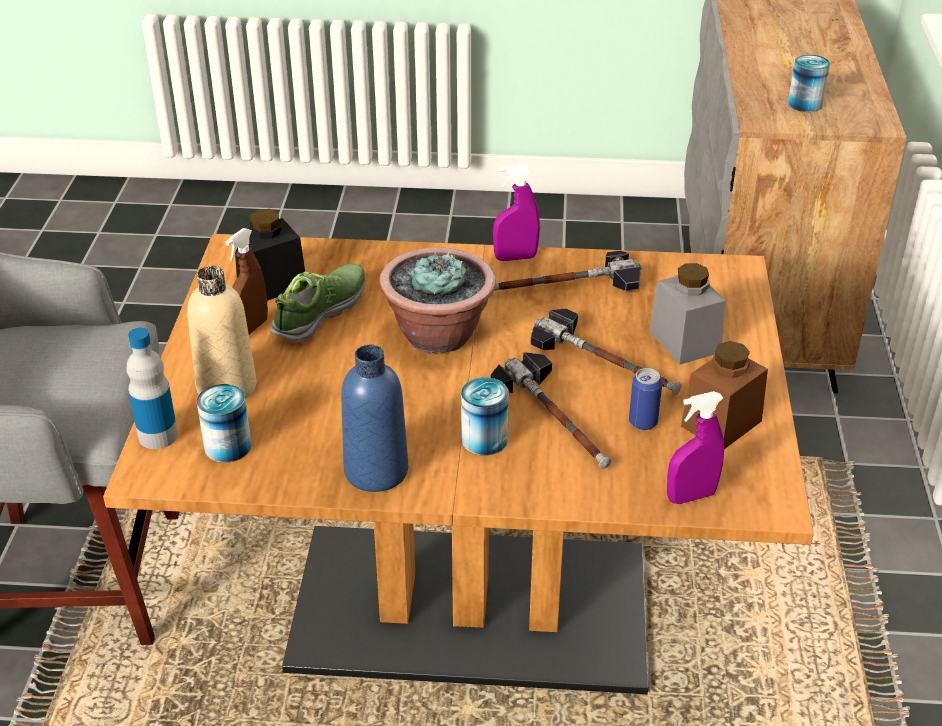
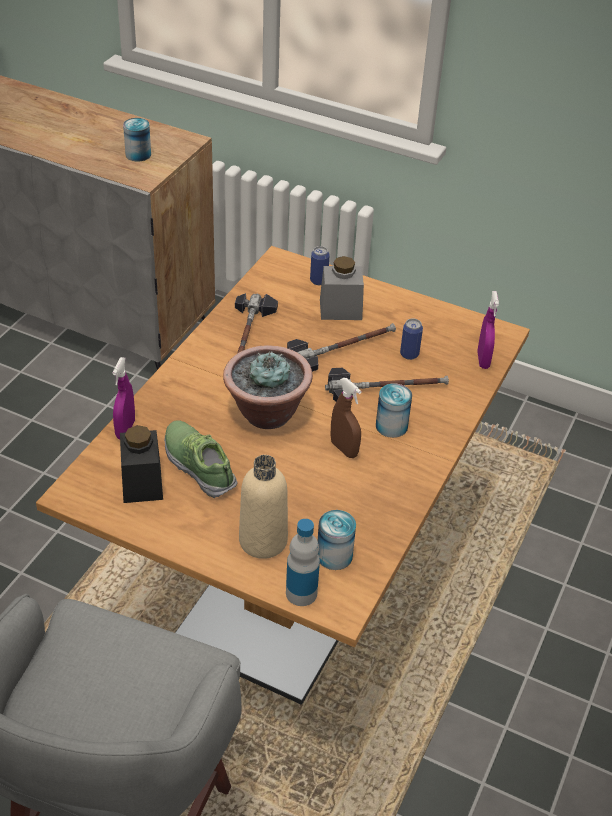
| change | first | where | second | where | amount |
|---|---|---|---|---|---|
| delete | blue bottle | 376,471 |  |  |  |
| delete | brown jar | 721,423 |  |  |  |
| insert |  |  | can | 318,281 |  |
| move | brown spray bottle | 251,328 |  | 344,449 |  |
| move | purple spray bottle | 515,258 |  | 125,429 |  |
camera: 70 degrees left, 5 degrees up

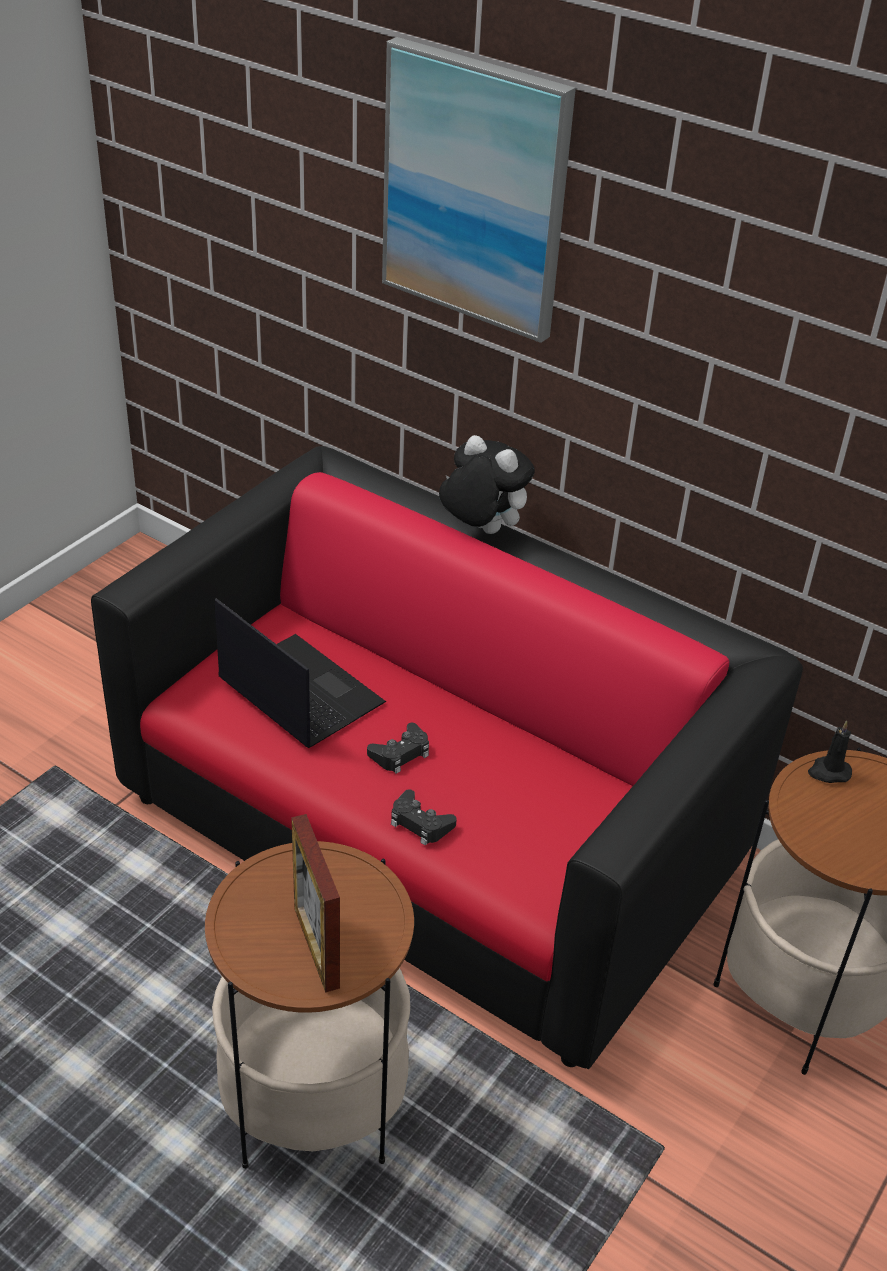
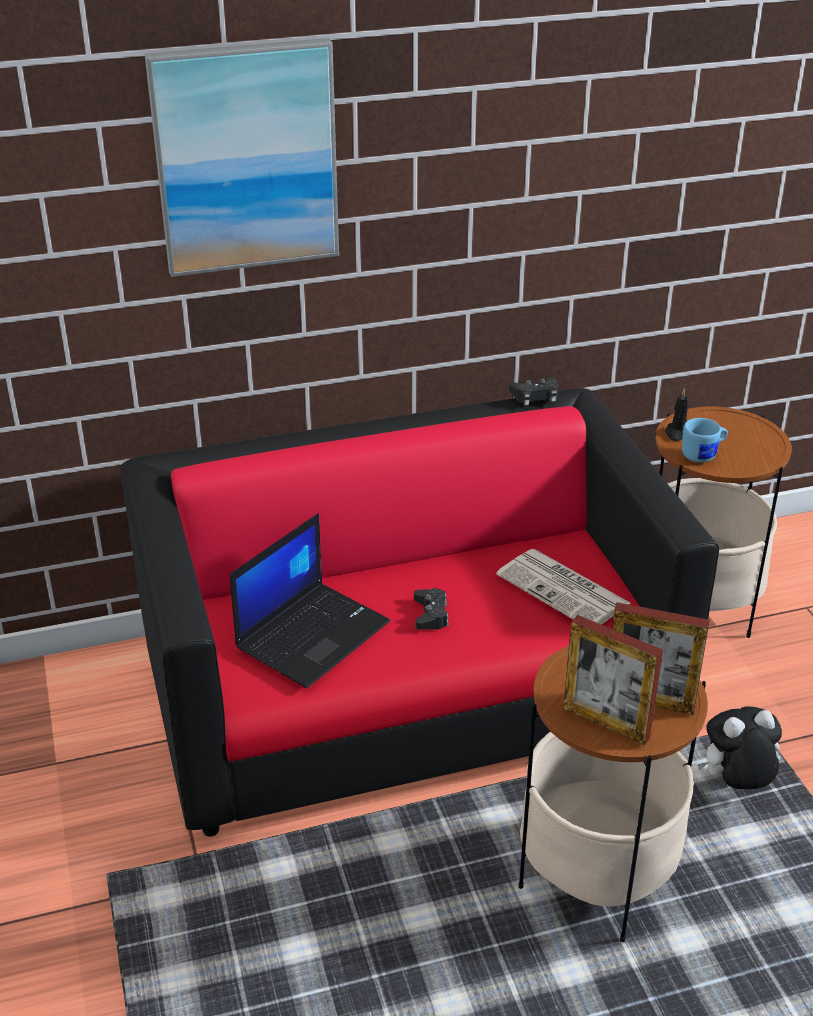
| change | first | where | second | where | amount |
|---|---|---|---|---|---|
| insert |  |  | newspaper | 565,590 |  |
| insert |  |  | picture frame | 606,723 |  |
| insert |  |  | blue mug | 703,455 |  |
| move | black game controller | 420,823 |  | 535,395 |  |
| move | plush toy | 481,530 |  | 735,784 |  |
| rotate | laptop | 298,692 |  | 313,633 | 135 degrees clockwise |
camera: 50 degrees left, 5 degrees down

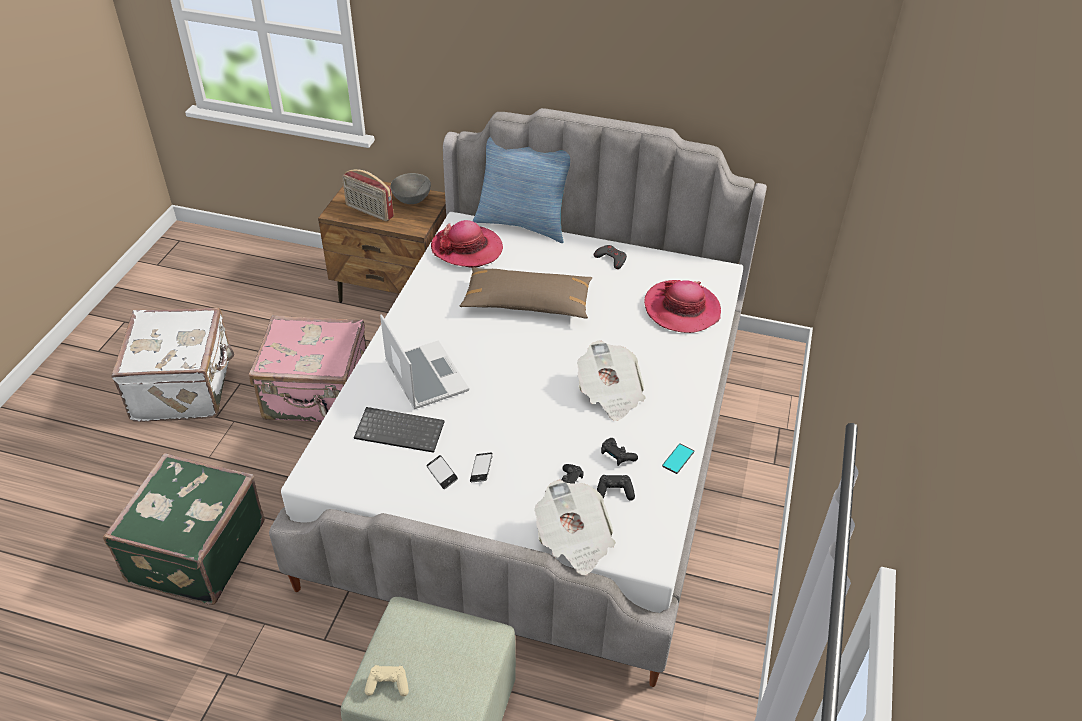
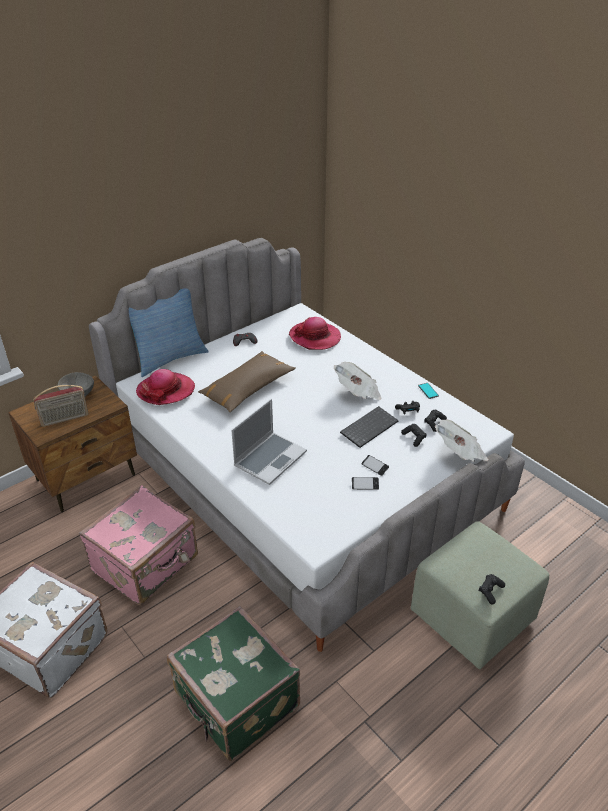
| change | first | where | second | where | amount |
|---|---|---|---|---|---|
| move | keyboard | 401,430 |  | 369,427 |  |
| recolor | beige game controller | 388,684 | black game controller | 490,591 |  |
| rotate | laptop | 424,376 |  | 270,458 | 120 degrees clockwise |
camera: 55 degrees left, 5 degrees down

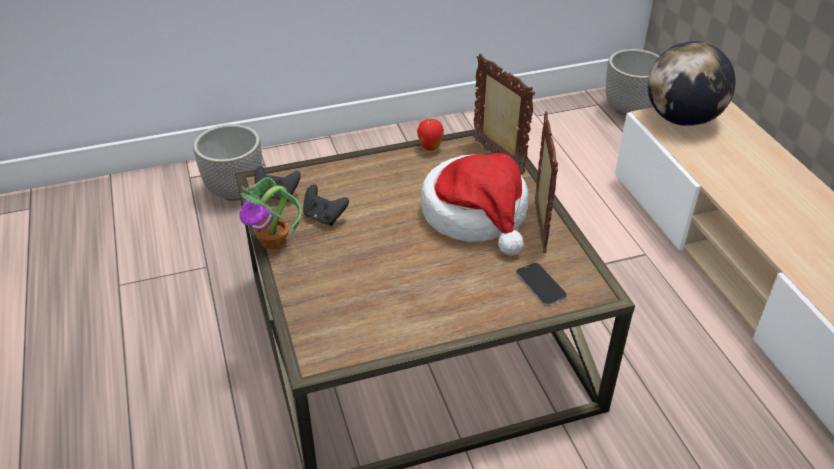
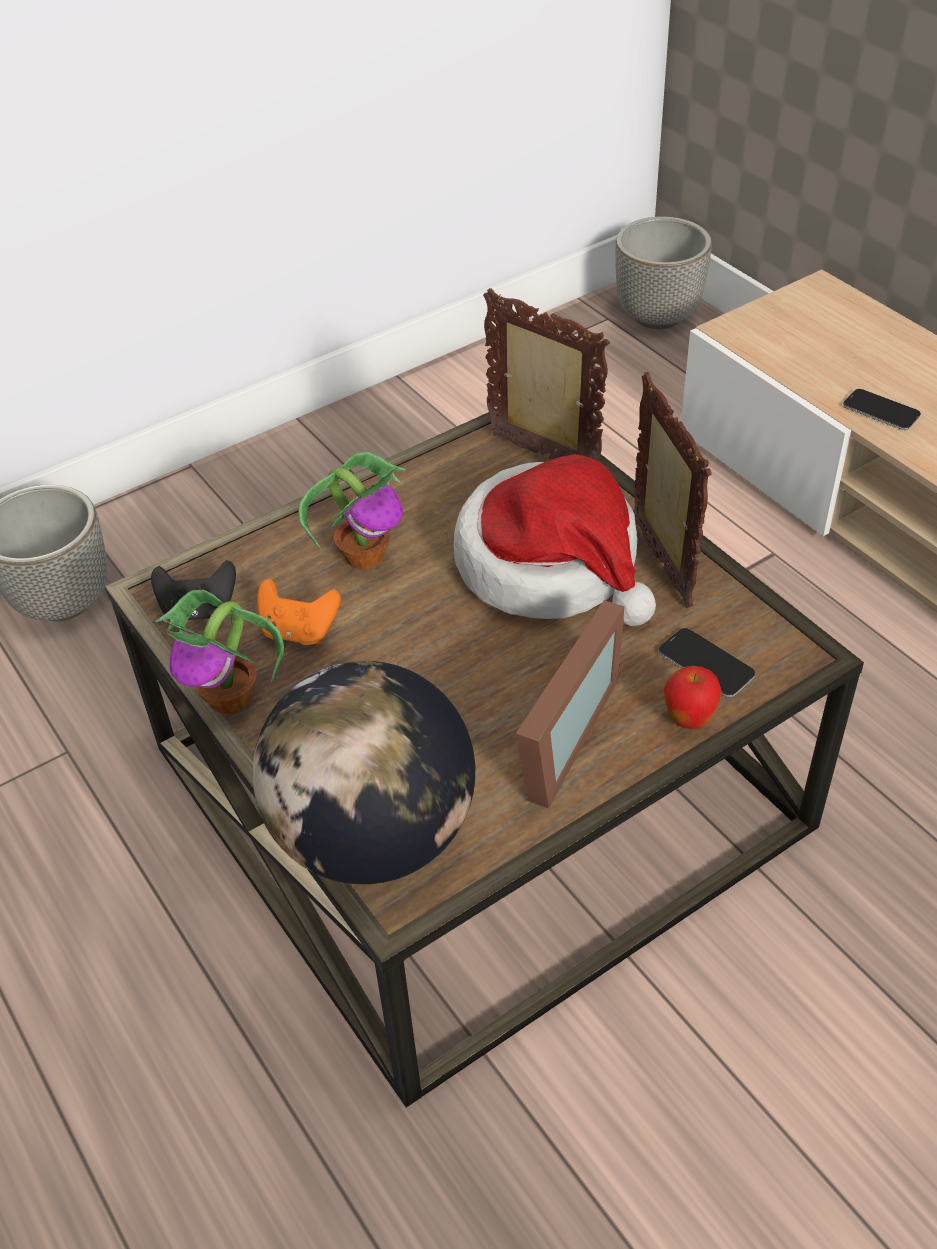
| change | first | where | second | where | amount |
|---|---|---|---|---|---|
| insert |  |  | potted plant | 365,554 |  |
| insert |  |  | picture frame | 552,739 |  |
| insert |  |  | phone | 881,411 |  |
| move | apple | 430,147 |  | 689,720 |  |
| move | globe | 681,119 |  | 373,836 |  |
| recolor | black game controller | 324,217 | orange game controller | 299,631 |  |
camera: 15 degrees left, 5 degrees up

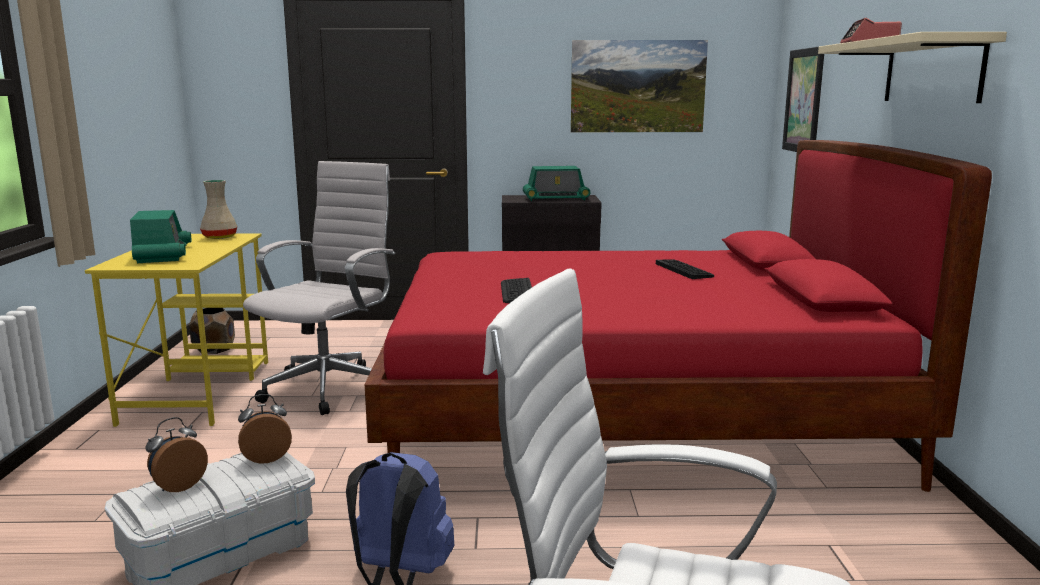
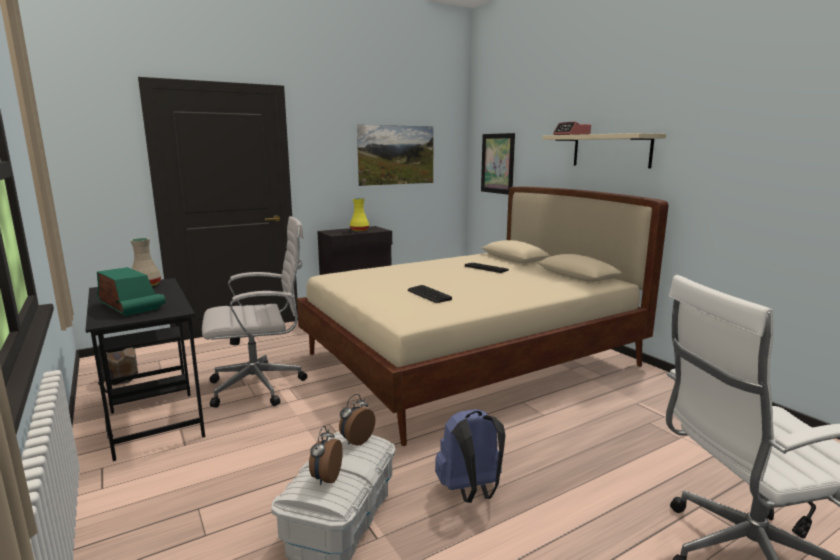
| change | first | where | second | where | amount |
|---|---|---|---|---|---|
| replace | radio | 556,199 | yellow vase | 359,230 |  |
| recolor | yellow desk | 199,390 | black desk | 153,414 |  |
| recolor | red bed | 628,415 | beige bed | 470,361 |  |
| rotate | white office chair | 330,387 |  | 261,386 | 75 degrees clockwise |
camera: 30 degrees left, 0 degrees up

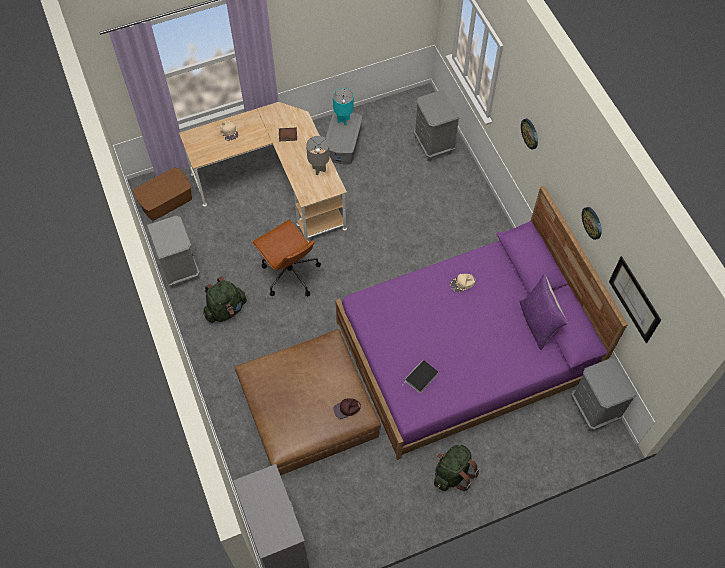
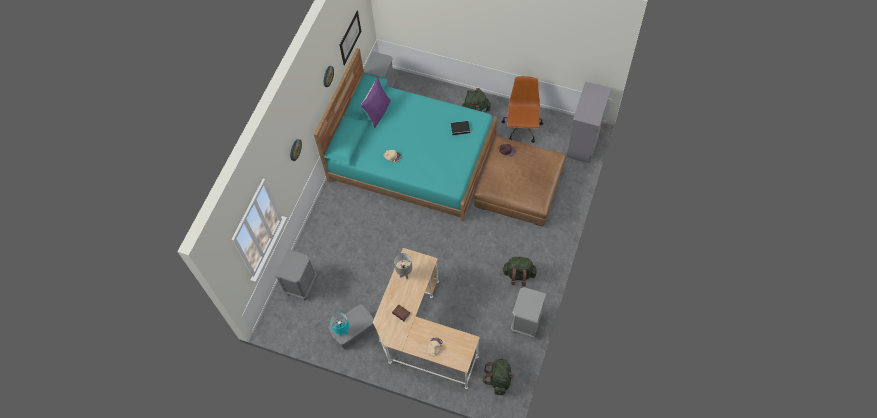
| change | first | where | second | where | amount |
|---|---|---|---|---|---|
| move | brown office chair | 290,273 |  | 522,128 |  |
| replace | brown storage box | 166,201 | green backpack | 499,379 |  |
| recolor | purple bed | 465,351 | turquoise bed | 412,157 |  |
camera: 135 degrees left, 0 degrees up

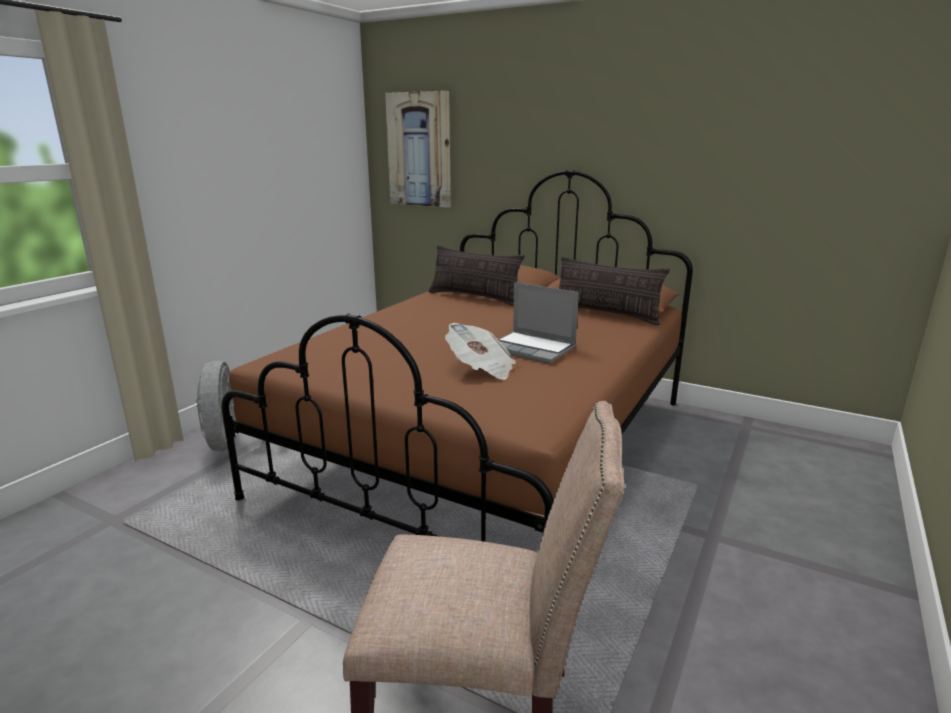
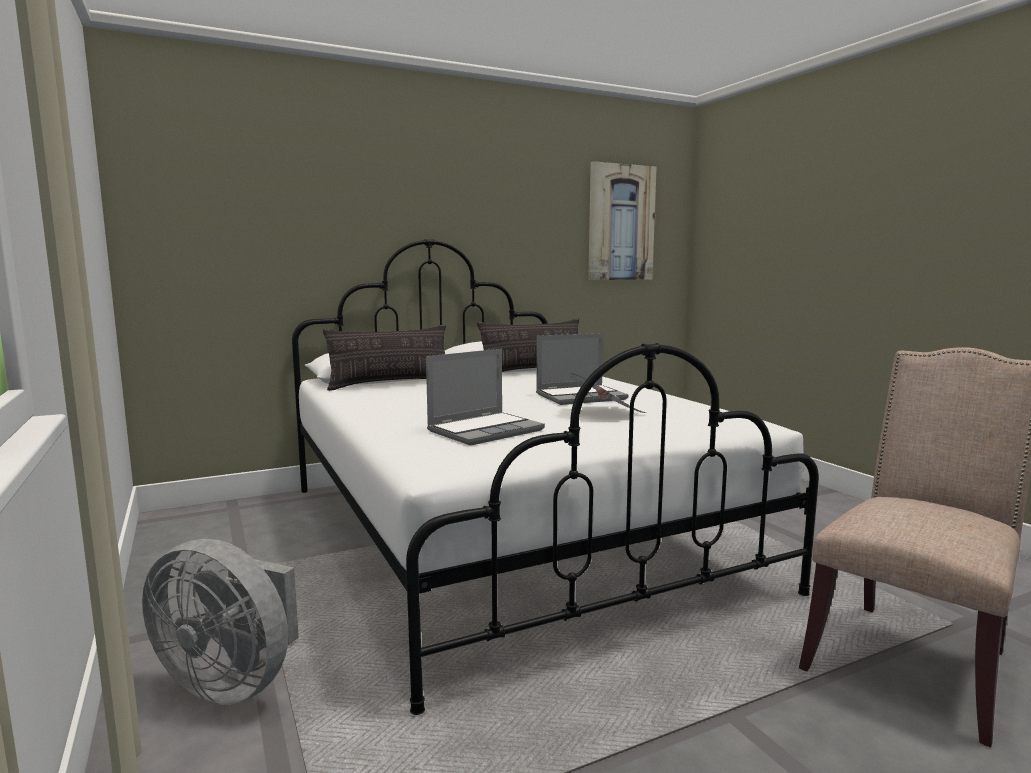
| change | first | where | second | where | amount |
|---|---|---|---|---|---|
| insert |  |  | laptop | 486,430 |  |
| move | picture | 419,150 |  | 621,223 |  |
| recolor | brown bed | 489,445 | white bed | 508,534 |  |
camera: 55 degrees left, 10 degrees down

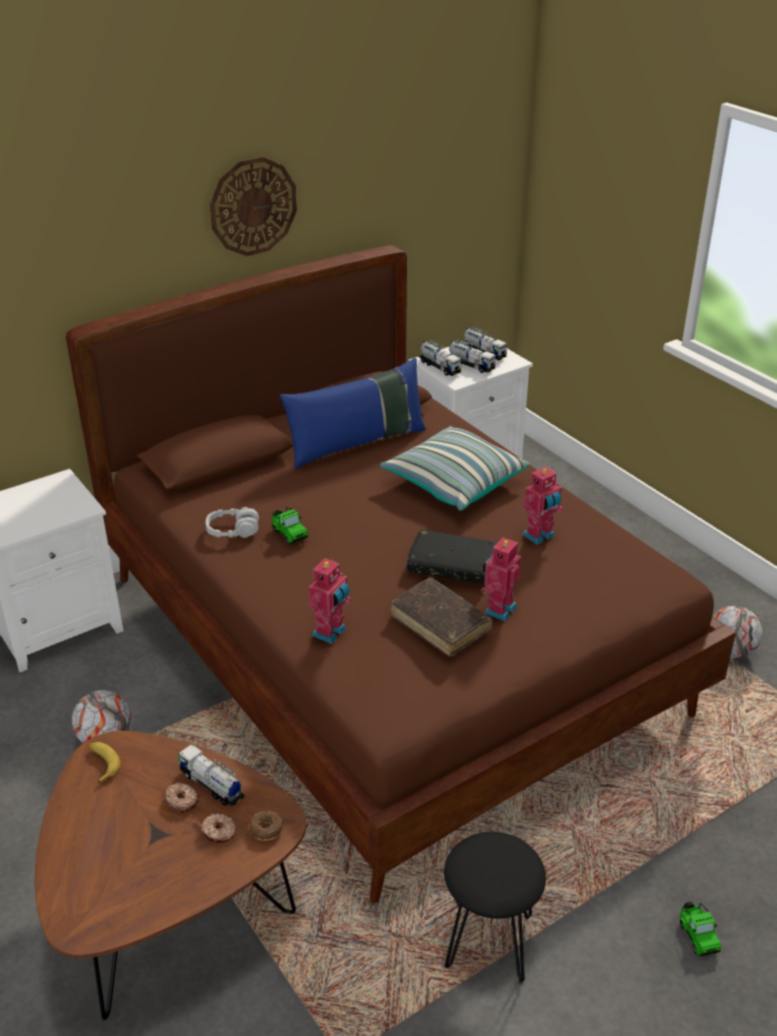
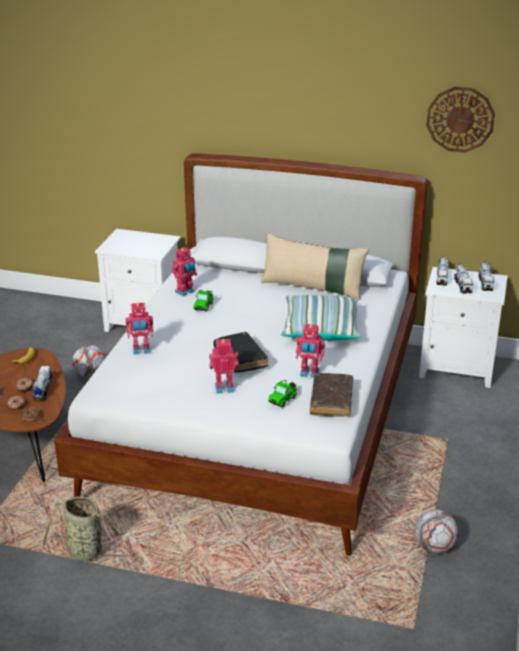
| change | first | where | second | where | amount |
|---|---|---|---|---|---|
| move | wall clock | 253,206 |  | 460,119 |  |
| move | brown book | 440,624 |  | 331,400 |  |
| move | toy car | 697,935 |  | 283,399 |  |
| replace | grey headphones | 233,531 | toy robot | 185,292 |  |
| replace | black stool | 489,942 | basket | 87,552 |  |
| recolor | brown bed | 389,646 | white bed | 260,419 |  |
| recolor | blue pillow | 357,443 | beige pillow | 313,288 |  |
camera: 50 degrees right, 5 degrees down

